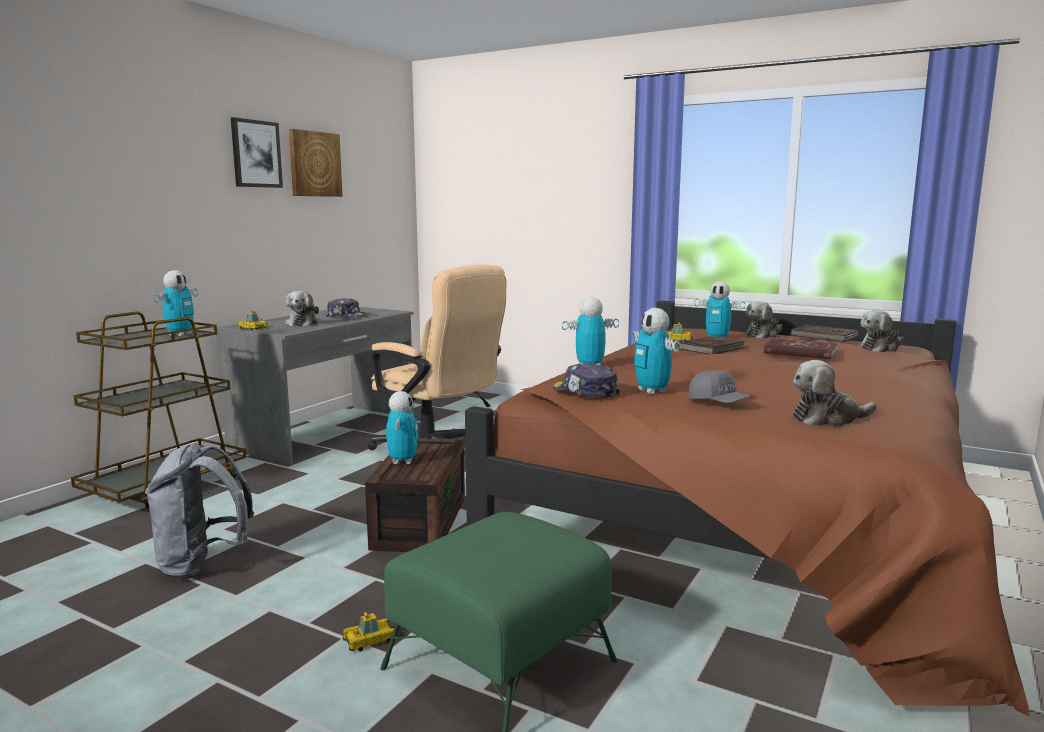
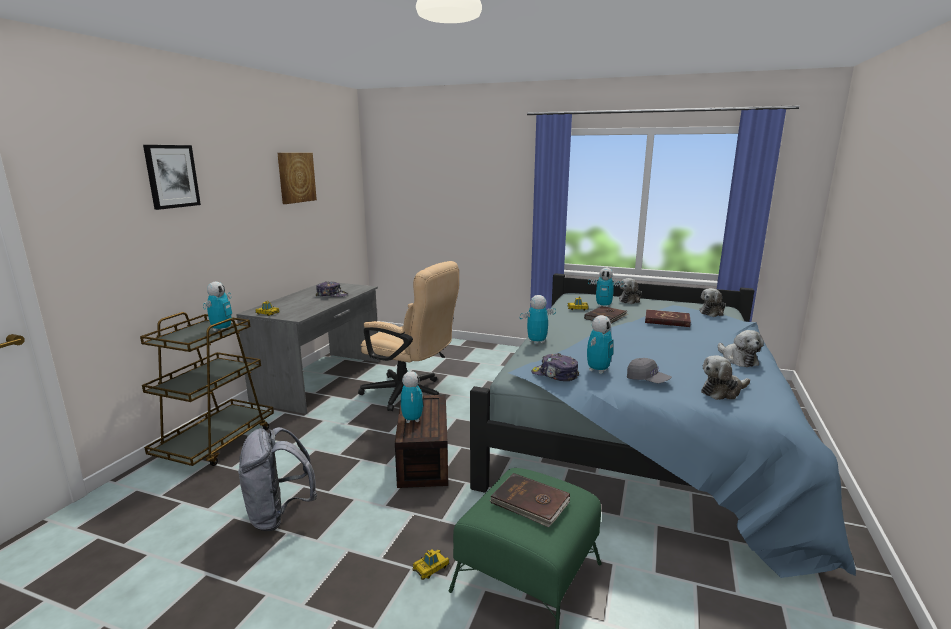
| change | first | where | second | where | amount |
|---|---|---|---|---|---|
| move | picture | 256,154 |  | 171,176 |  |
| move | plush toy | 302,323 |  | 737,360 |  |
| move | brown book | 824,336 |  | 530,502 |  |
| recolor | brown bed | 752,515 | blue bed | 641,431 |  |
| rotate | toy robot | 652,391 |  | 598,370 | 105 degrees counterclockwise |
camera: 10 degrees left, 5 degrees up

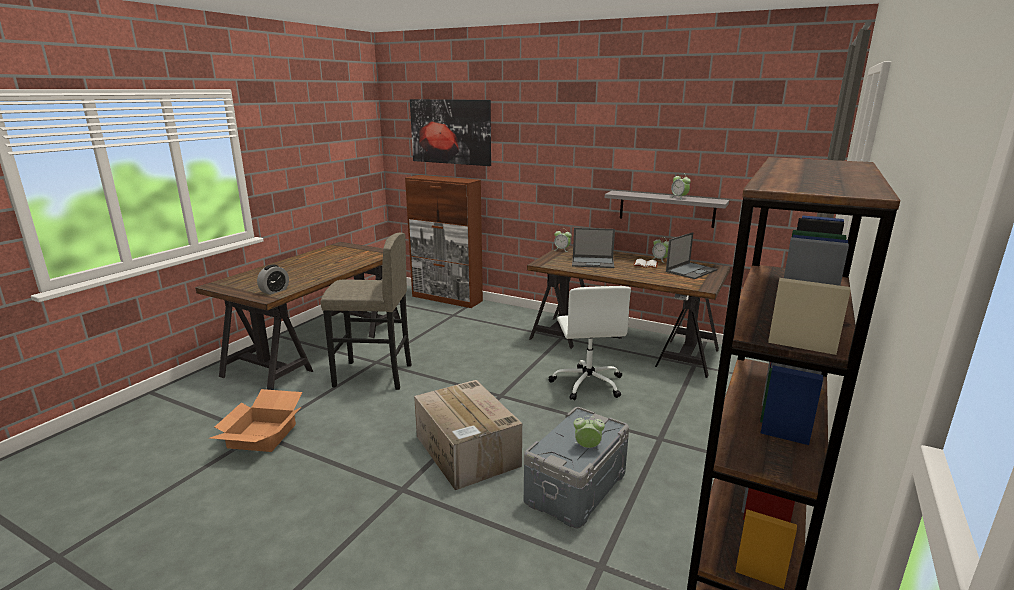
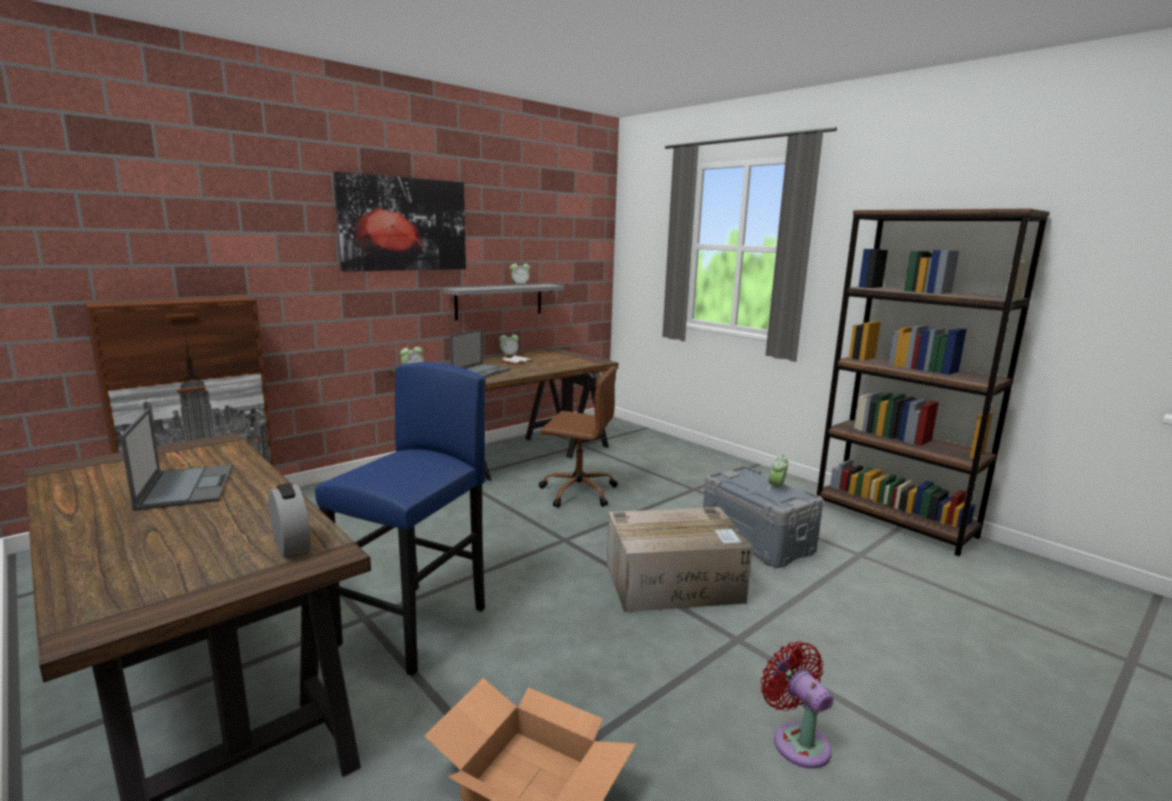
| change | first | where | second | where | amount |
|---|---|---|---|---|---|
| insert |  |  | red fan | 797,740 |  |
| move | picture | 450,131 |  | 404,224 |  |
| move | laptop | 691,270 |  | 186,486 |  |
| recolor | grey stool | 373,376 | blue stool | 414,626 |  |
| recolor | white office chair | 587,383 | brown office chair | 577,491 |  |
camera: 70 degrees left, 5 degrees down

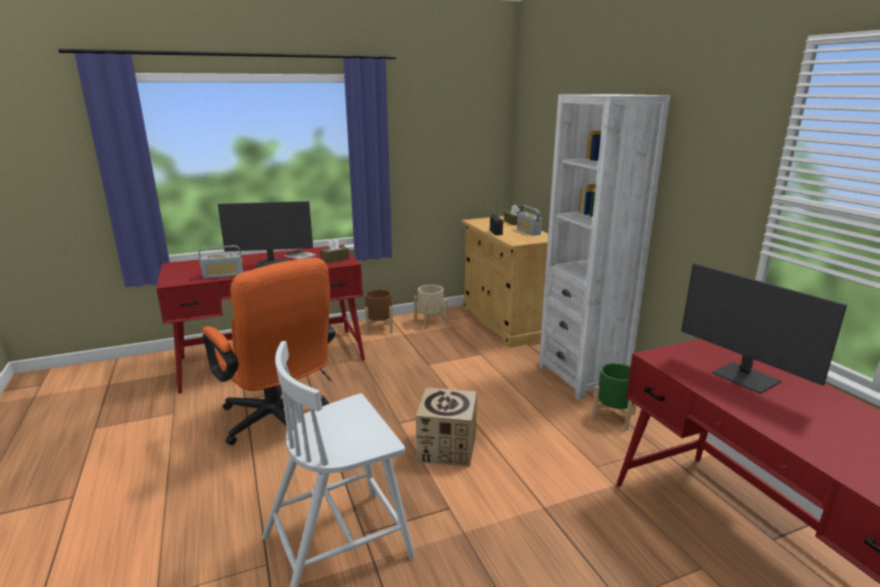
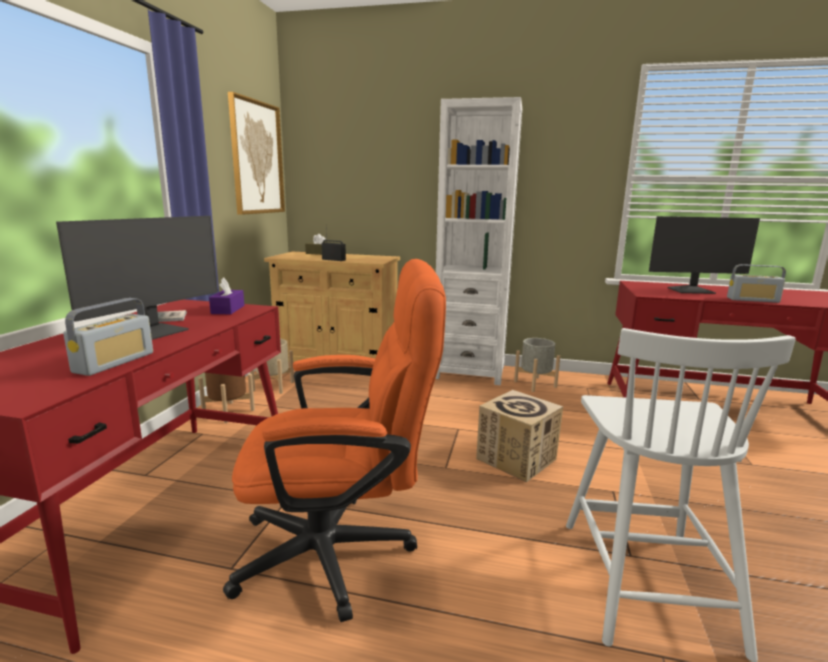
| change | first | where | second | where | amount |
|---|---|---|---|---|---|
| insert |  |  | picture | 257,158 |  |
| move | radio | 528,231 |  | 753,300 |  |
| recolor | brown tissue box | 335,259 | purple tissue box | 228,309 |  |
| recolor | green planter | 613,416 | grey planter | 535,384 |  |
camera: 55 degrees left, 5 degrees down

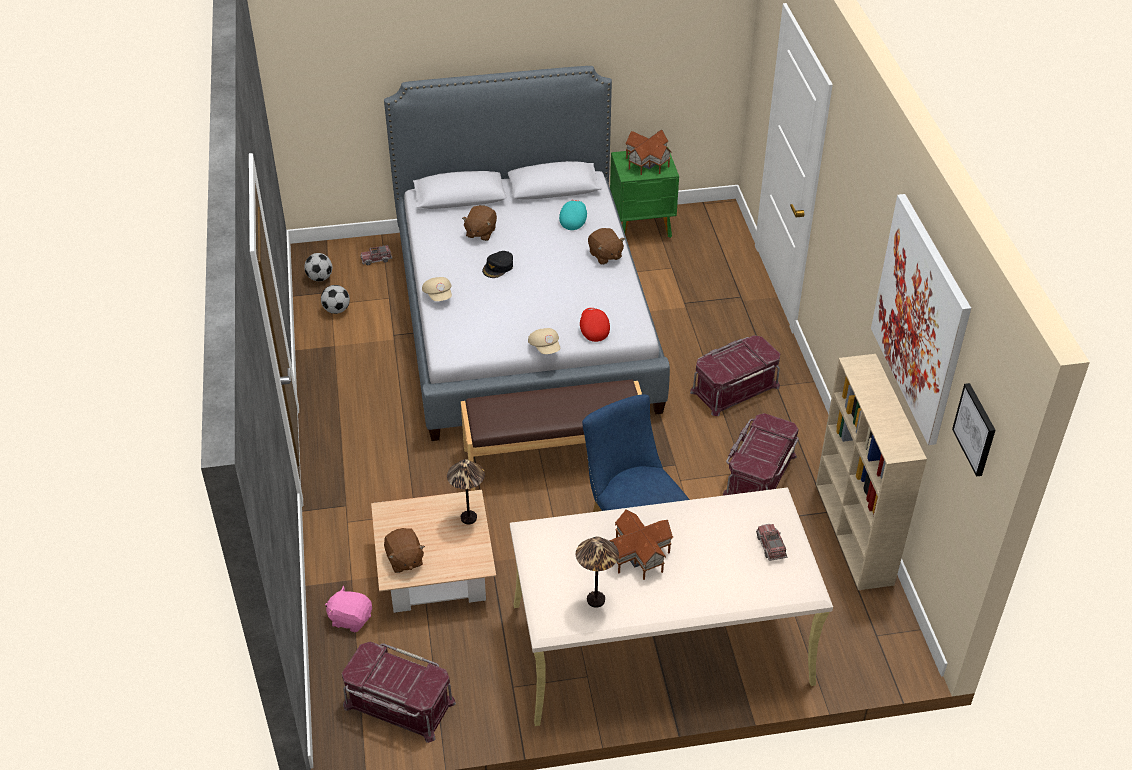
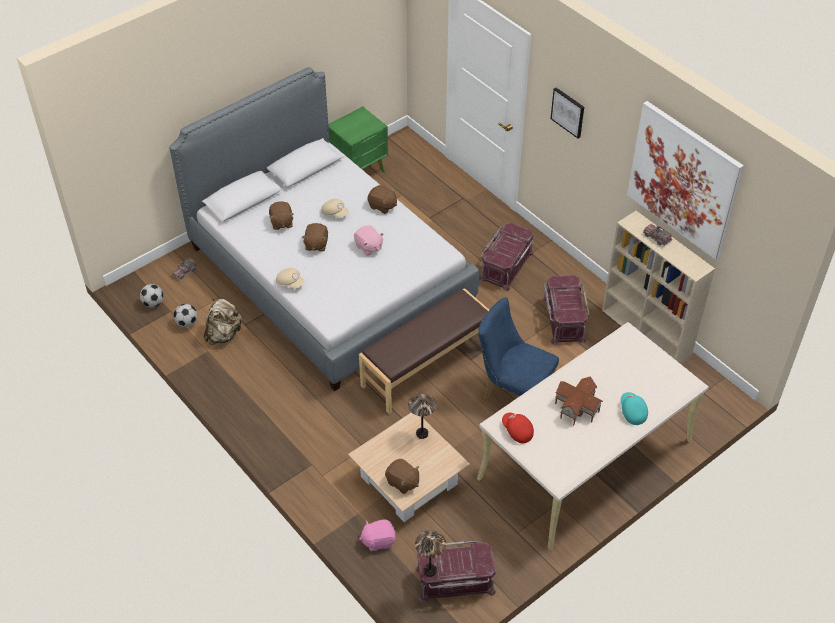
| change | first | where | second | where | amount |
|---|---|---|---|---|---|
| delete | toy house | 647,162 |  |  |  |
| insert |  |  | beige backpack | 223,334 |  |
| insert |  |  | pink plush toy | 368,247 |  |
| move | beige cap | 545,347 |  | 335,213 |  |
| move | turquoise cap | 573,220 |  | 632,412 |  |
| move | table lamp | 595,600 |  | 430,571 |  |
| move | red cap | 593,329 |  | 517,431 |  |
| move | toy truck | 770,546 |  | 657,238 |  |
| move | picture | 975,429 |  | 568,112 |  |
| replace | black cap | 498,267 | brown plush toy | 316,244 |  |
camera: 30 degrees left, 5 degrees up

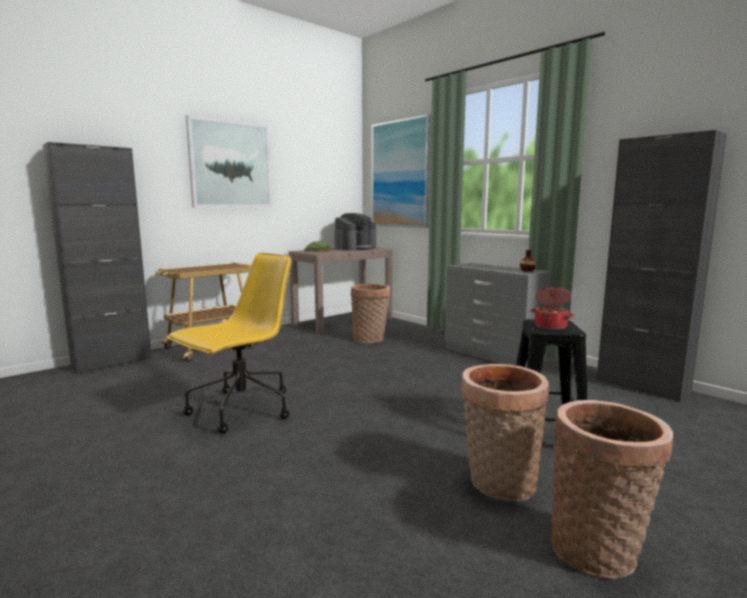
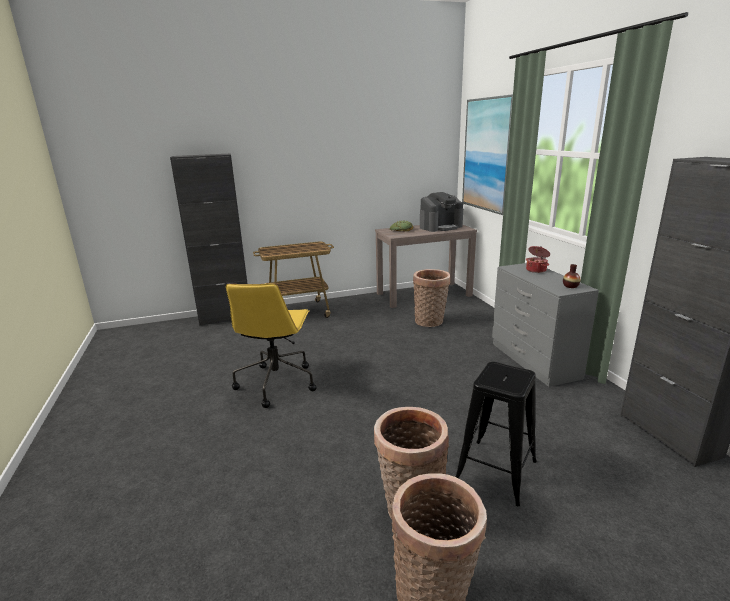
| change | first | where | second | where | amount |
|---|---|---|---|---|---|
| delete | picture | 231,164 |  |  |  |
| move | cooking pot | 551,326 |  | 536,270 |  |
| rotate | yellow office chair | 240,410 |  | 276,383 | 120 degrees clockwise |
camera: 25 degrees right, 10 degrees up

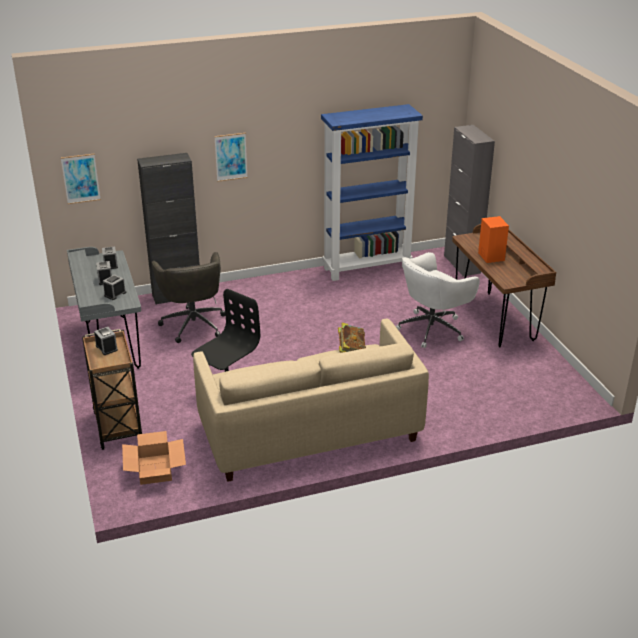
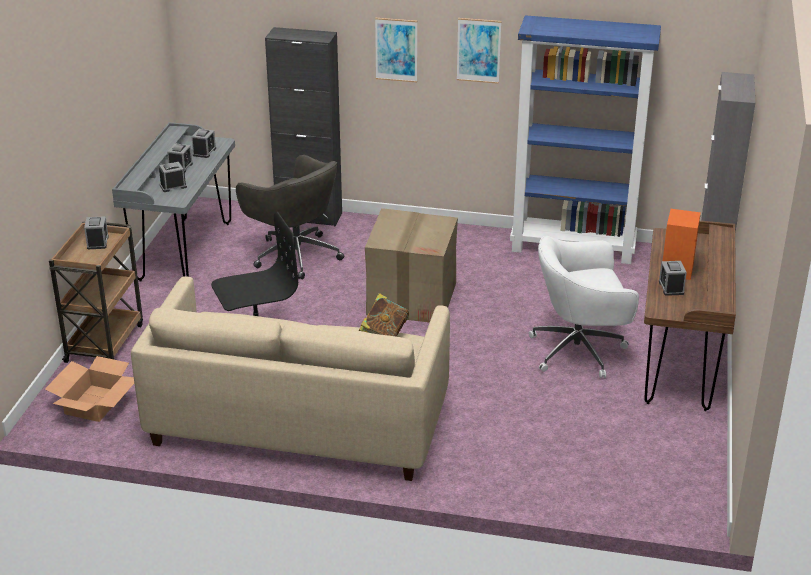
| change | first | where | second | where | amount |
|---|---|---|---|---|---|
| insert |  |  | cardboard box | 412,298 |  |
| insert |  |  | alarm clock | 671,287 |  |
| move | picture | 80,178 |  | 478,50 |  |
| rotate | grey office chair | 193,324 |  | 295,254 | 60 degrees counterclockwise |
camera: 30 degrees right, 0 degrees up

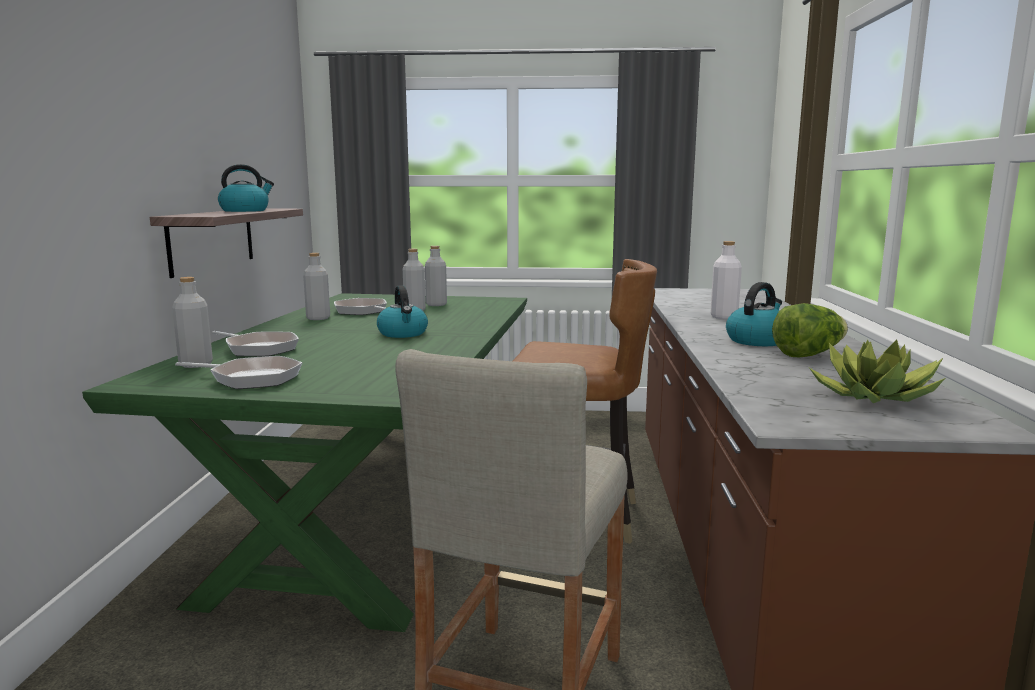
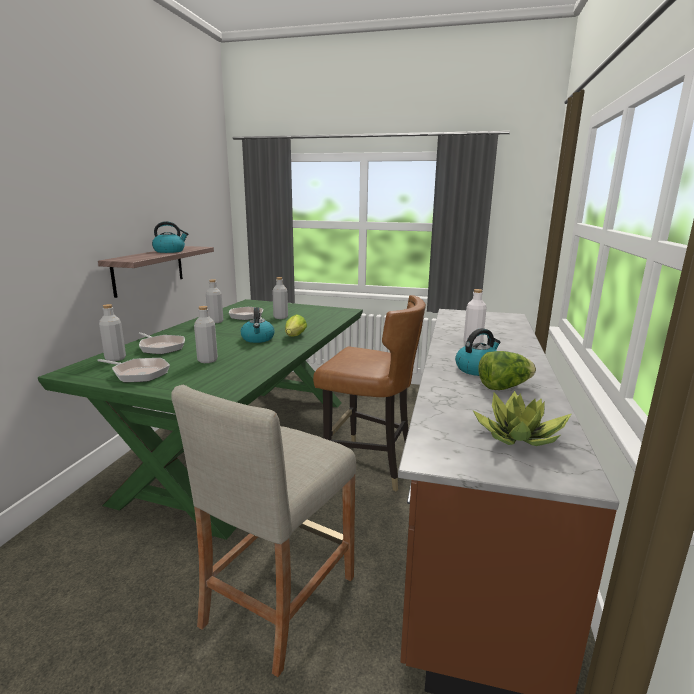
| change | first | where | second | where | amount |
|---|---|---|---|---|---|
| insert |  |  | lettuce | 294,337 |  |
| move | grey bottle | 436,304 |  | 207,360 |  |
camera: 10 degrees right, 5 degrees up

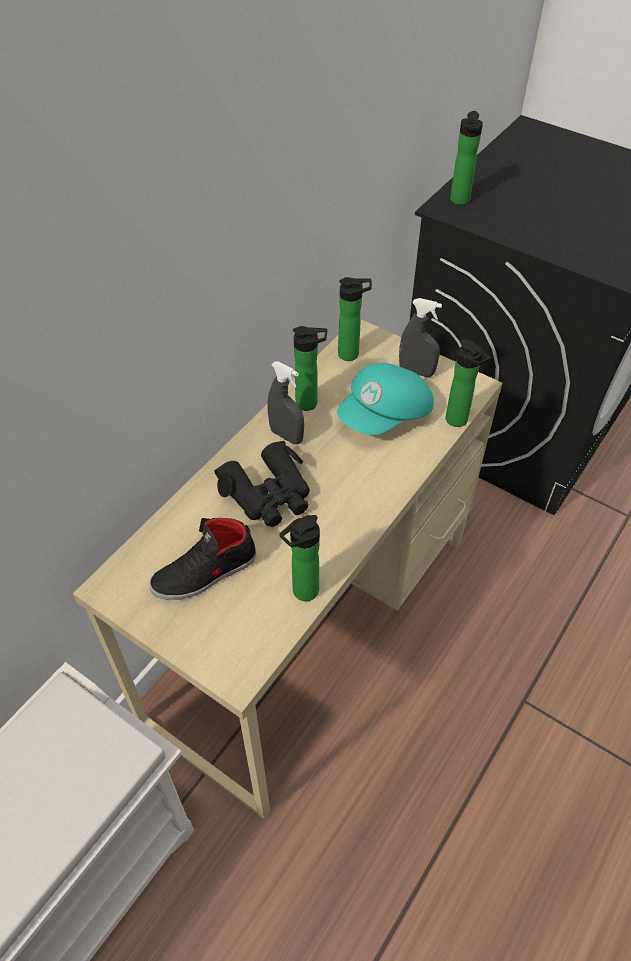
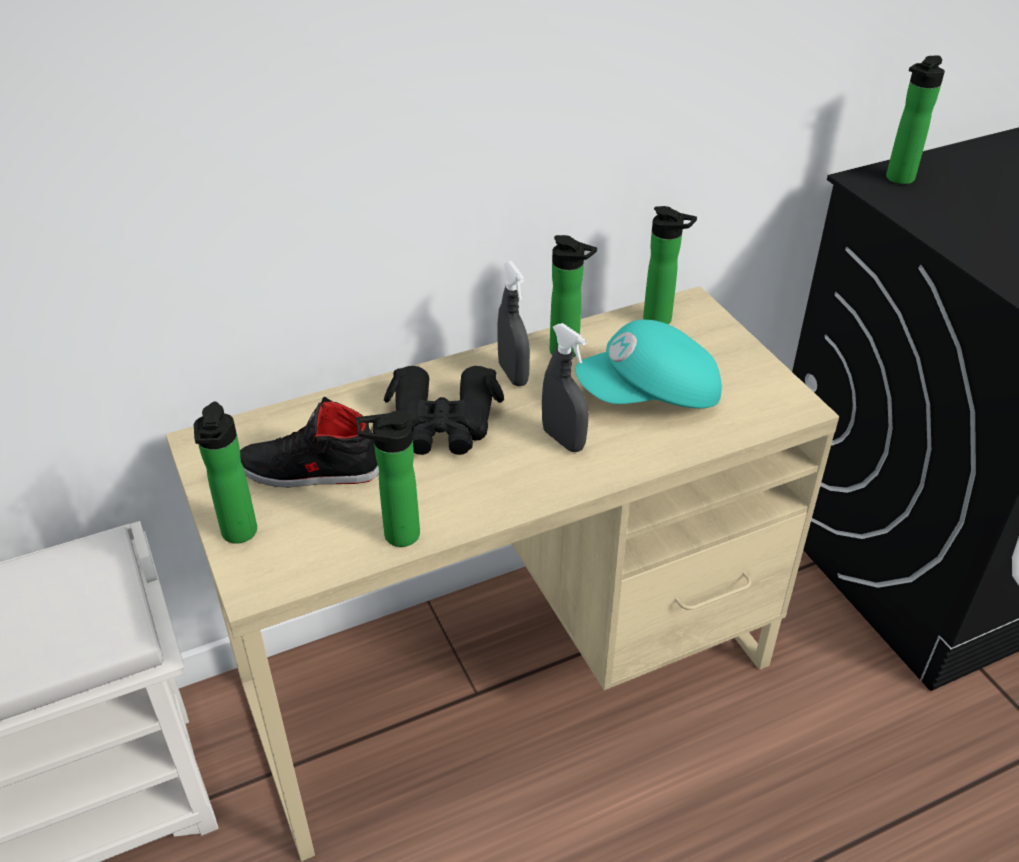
| change | first | where | second | where | amount |
|---|---|---|---|---|---|
| move | grey spray bottle | 416,372 |  | 563,440 |  |
| move | bottle | 459,421 |  | 238,535 |  |
camera: 30 degrees right, 10 degrees down

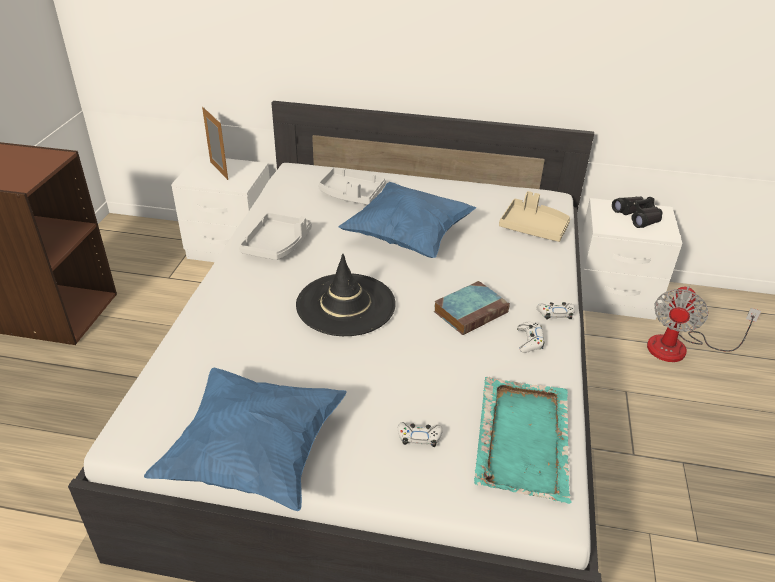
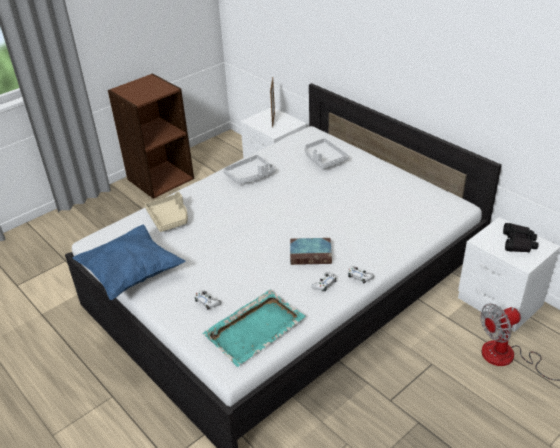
| change | first | where | second | where | amount |
|---|---|---|---|---|---|
| delete | black hat | 345,305 |  |  |  |
| delete | blue pillow | 408,238 |  |  |  |
| move | beige tray | 533,228 |  | 169,218 |  |
camera: 40 degrees right, 0 degrees up

